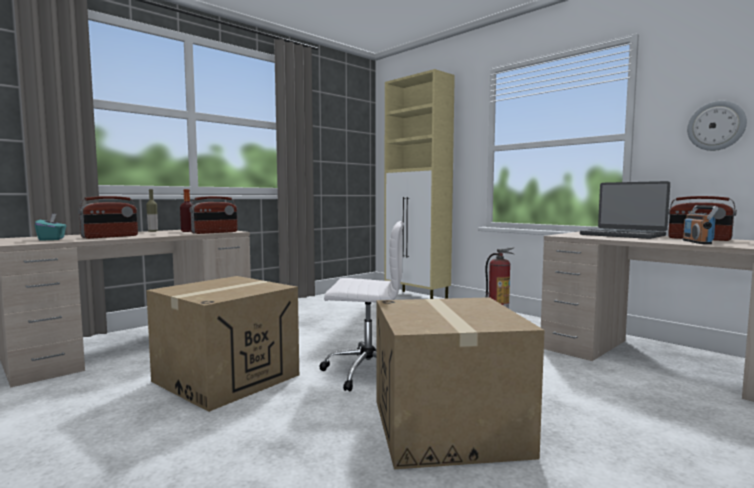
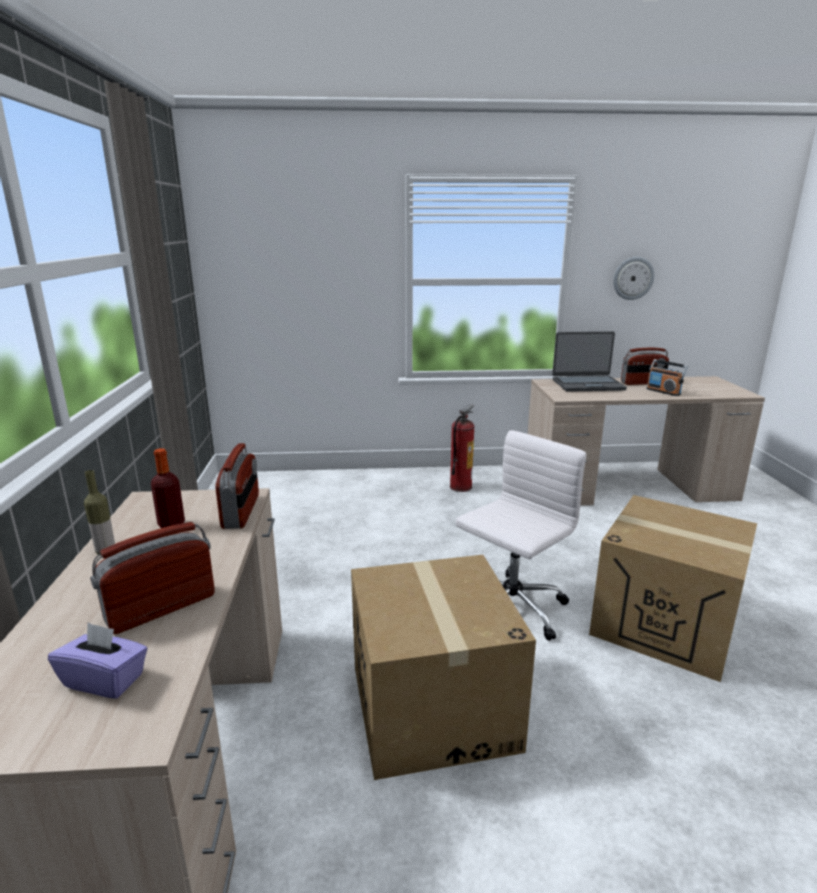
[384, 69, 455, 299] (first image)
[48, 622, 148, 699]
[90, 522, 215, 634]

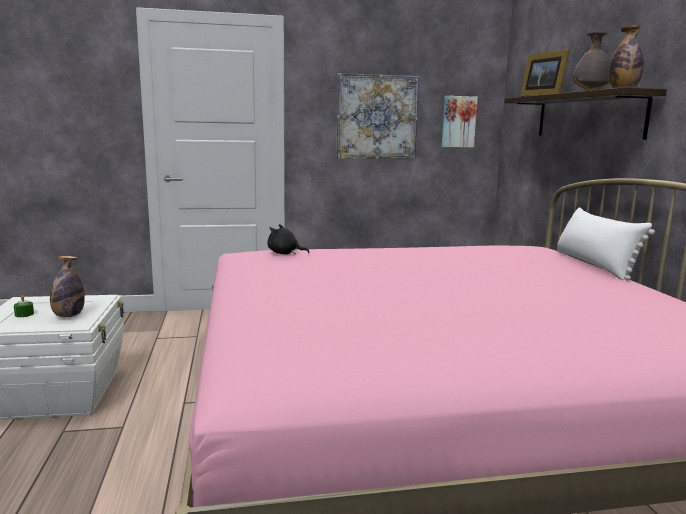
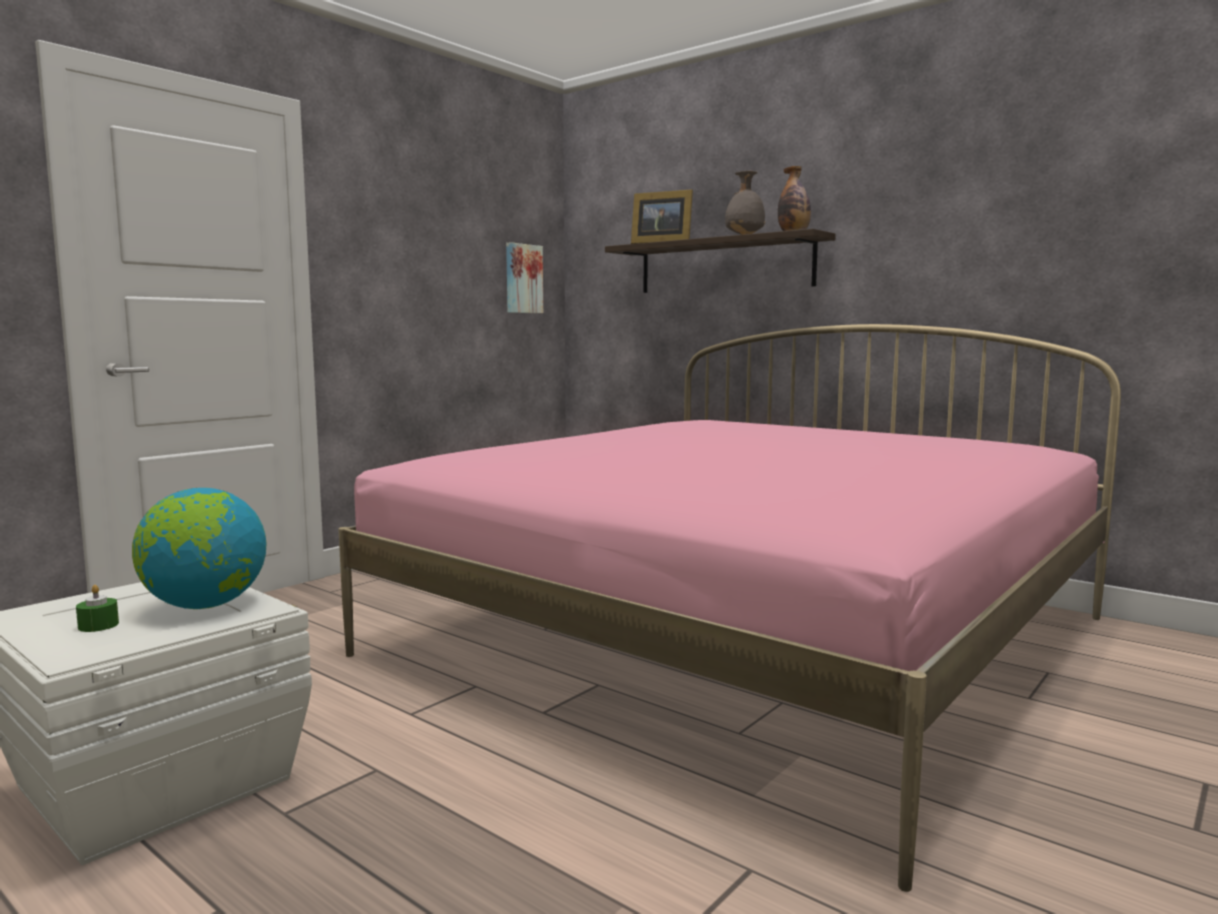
[267, 224, 309, 255] (first image)
[336, 73, 419, 159] (first image)
[557, 207, 655, 281] (first image)
[132, 488, 267, 609]

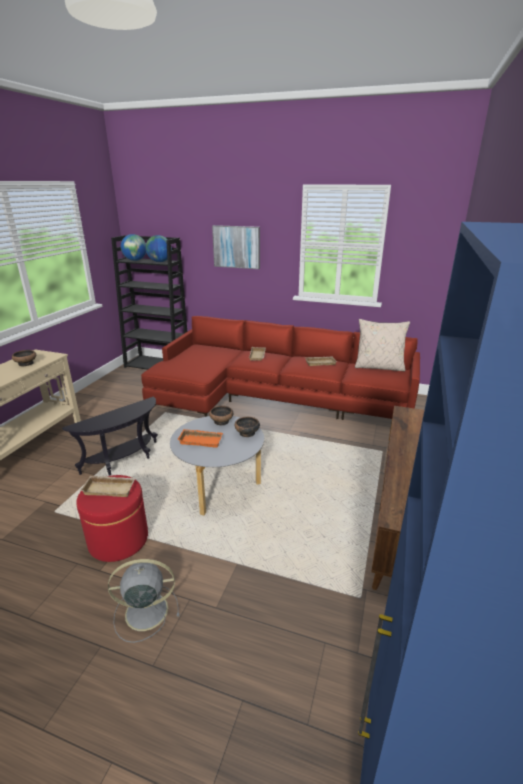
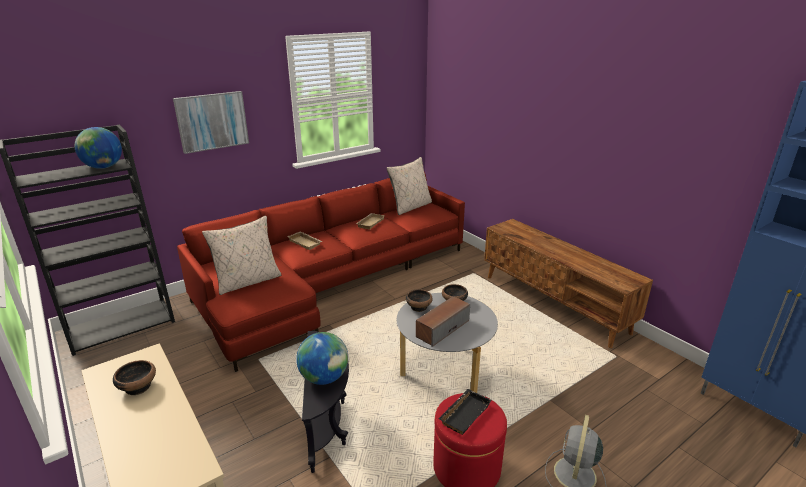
[202, 216, 281, 295]
[296, 332, 348, 385]
[416, 296, 470, 347]
[439, 389, 492, 435]

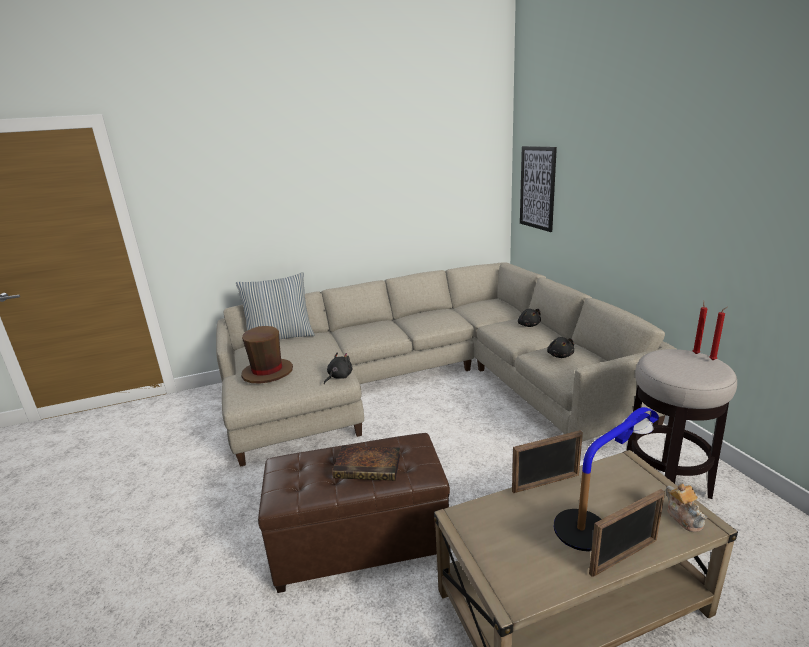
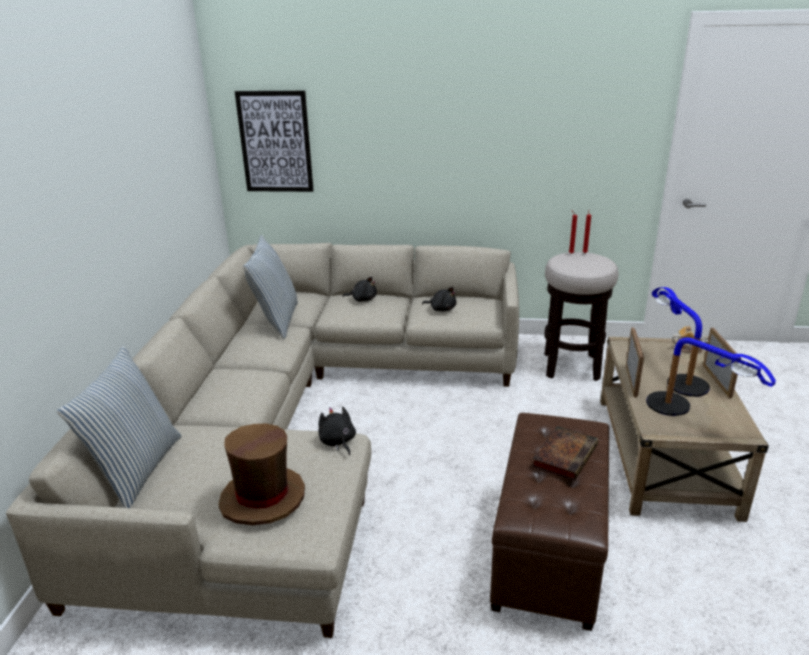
[243, 235, 298, 339]
[646, 337, 776, 416]

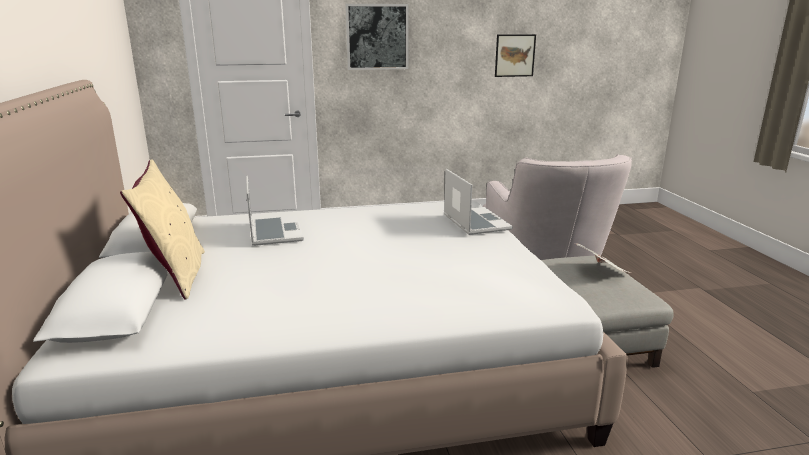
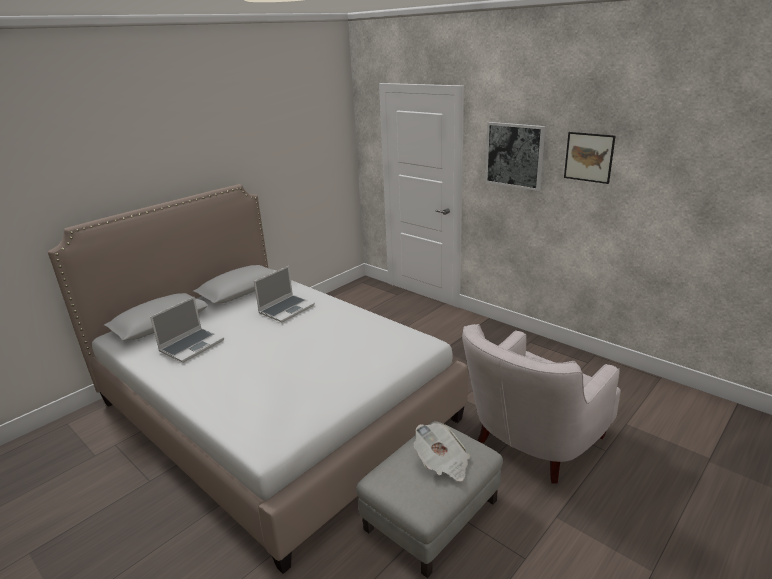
[120, 159, 205, 300] (first image)
[150, 297, 224, 363]
[564, 132, 616, 184]

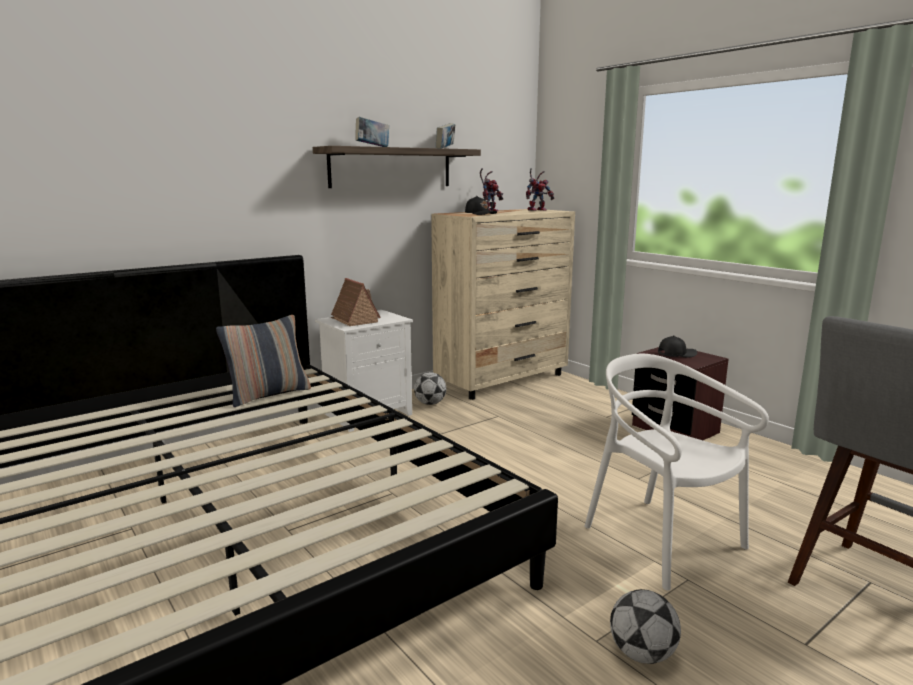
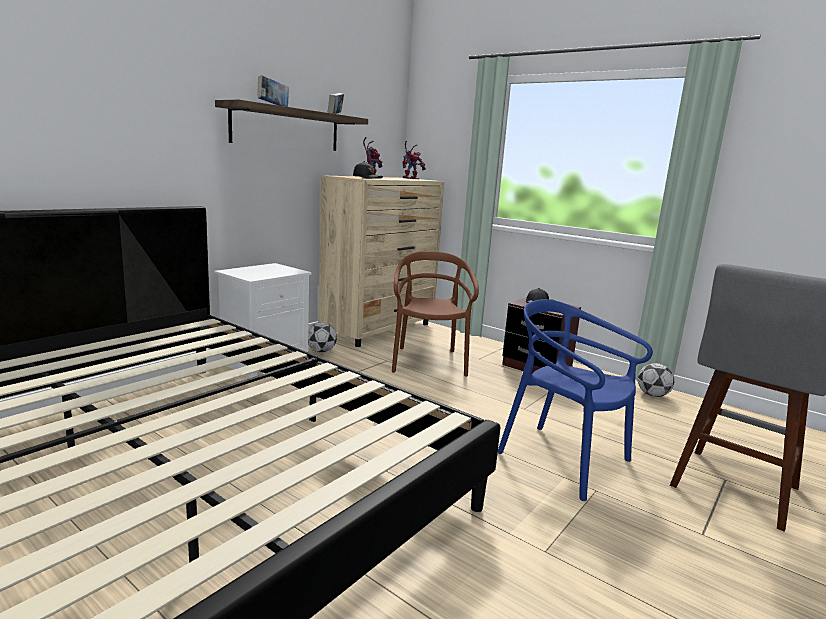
[216, 315, 311, 407] (first image)
[331, 278, 381, 326] (first image)
[392, 251, 479, 377]
[638, 363, 674, 397]
[498, 299, 653, 501]

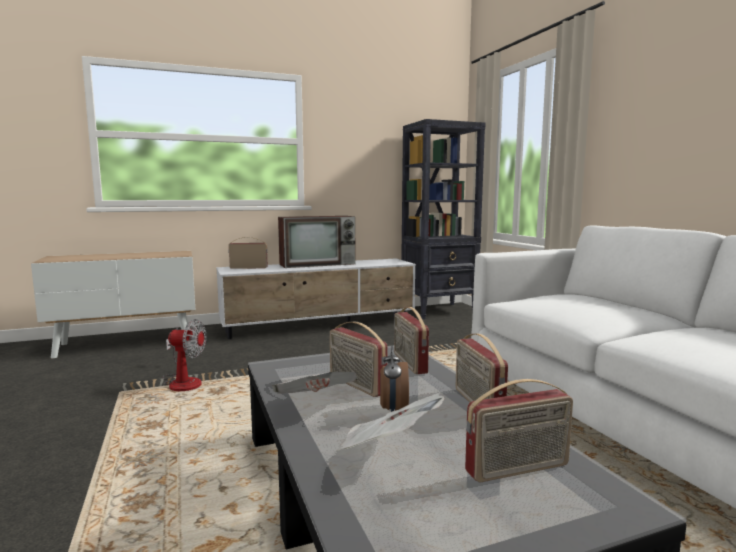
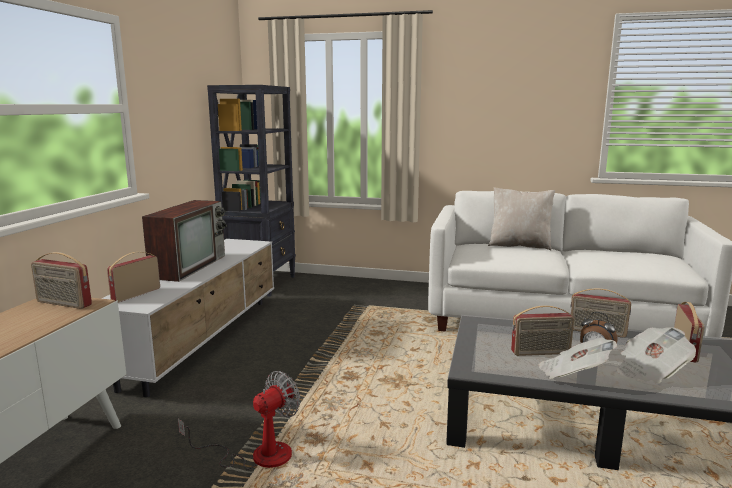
[488, 187, 555, 250]
[31, 252, 92, 309]

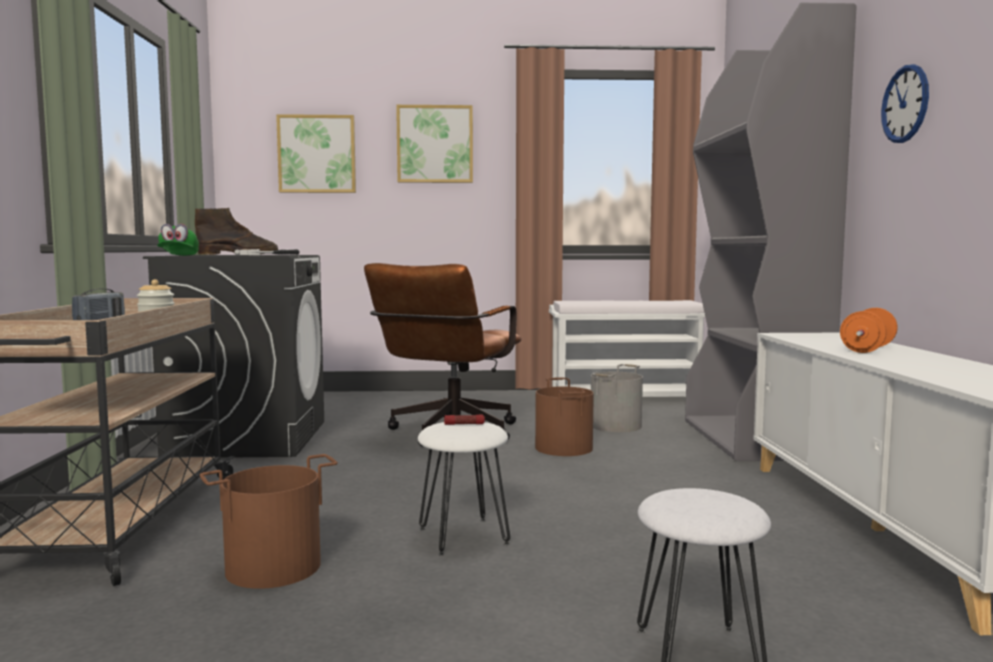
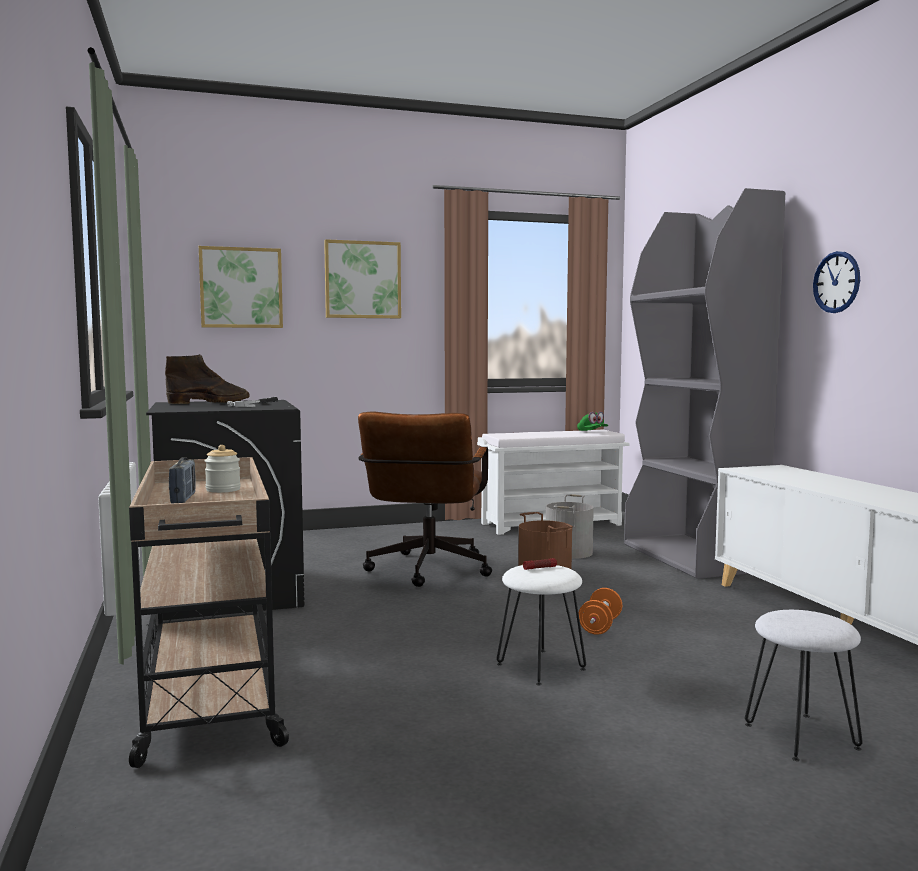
[200, 454, 338, 589] (first image)
[577, 411, 608, 431]
[579, 588, 622, 635]

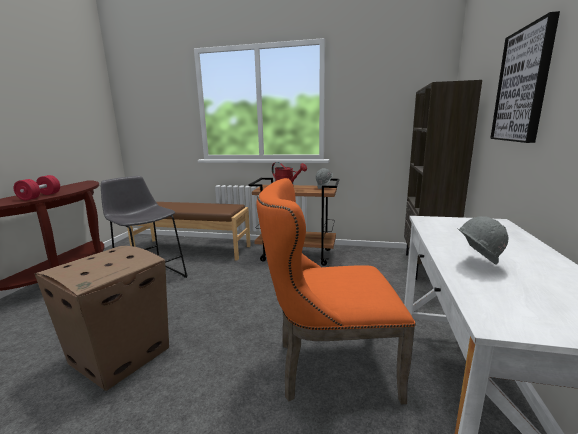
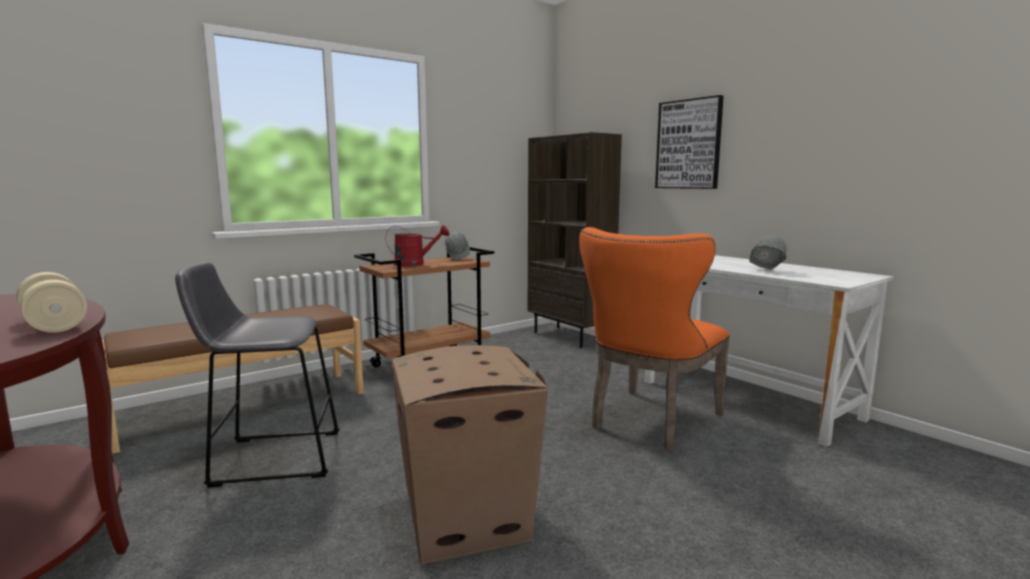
[17, 272, 87, 333]

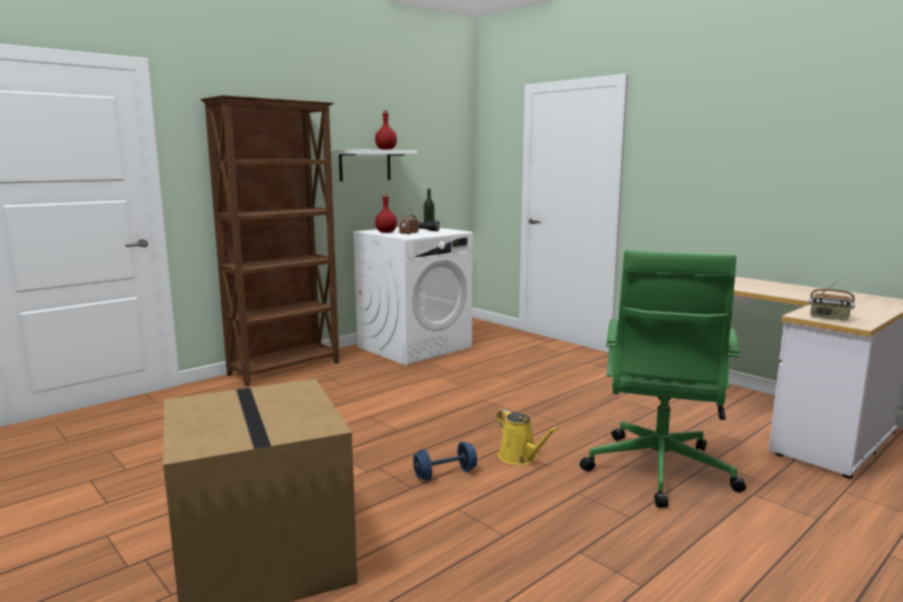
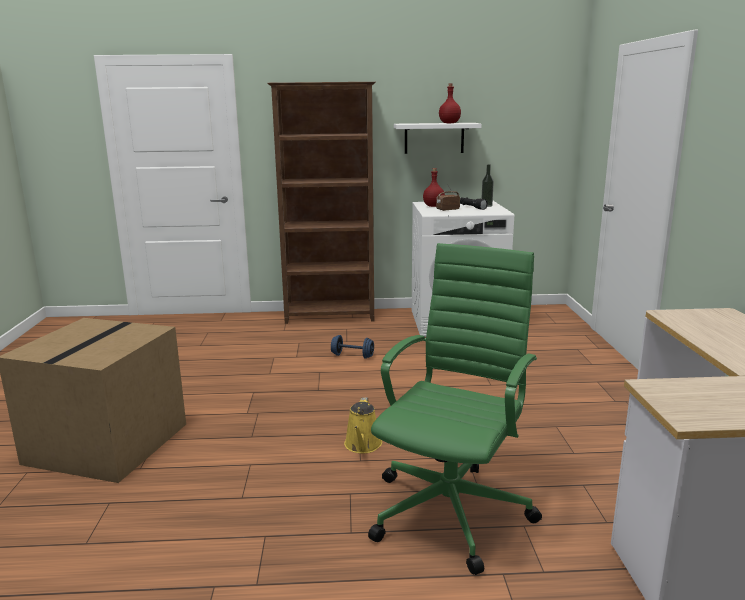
[809, 278, 855, 321] (first image)
[331, 335, 374, 359]
[368, 243, 542, 575]

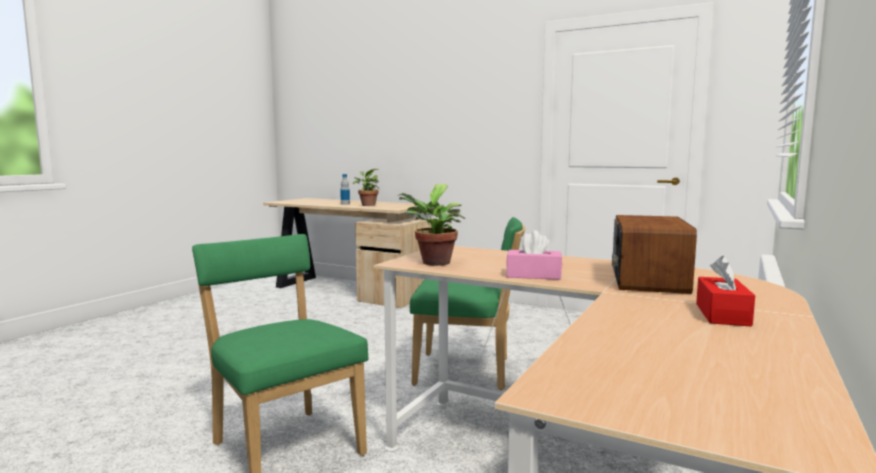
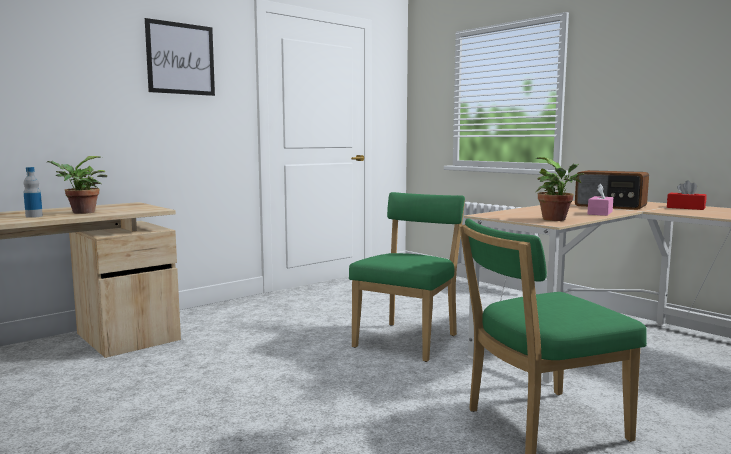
[145, 18, 215, 96]

